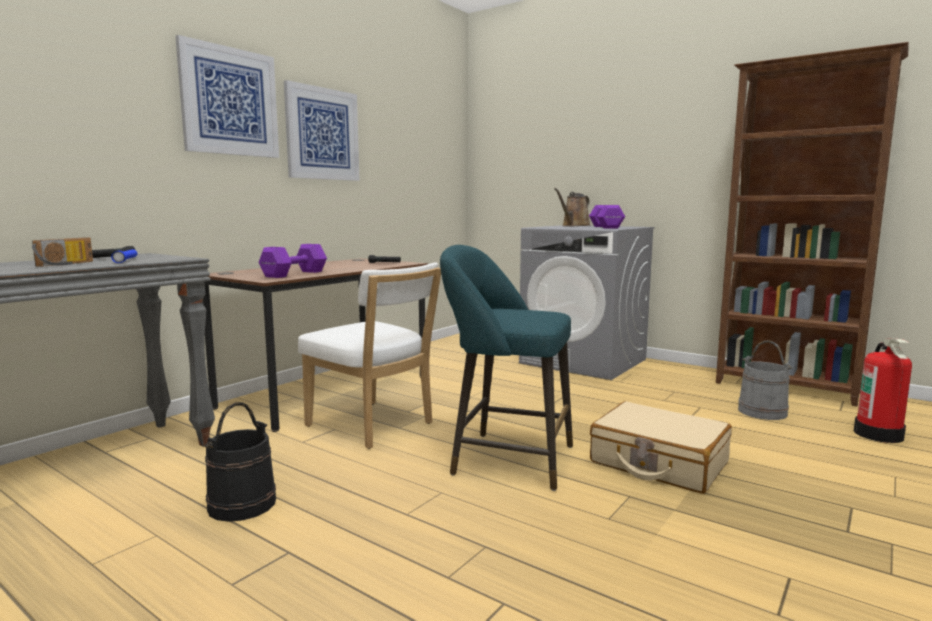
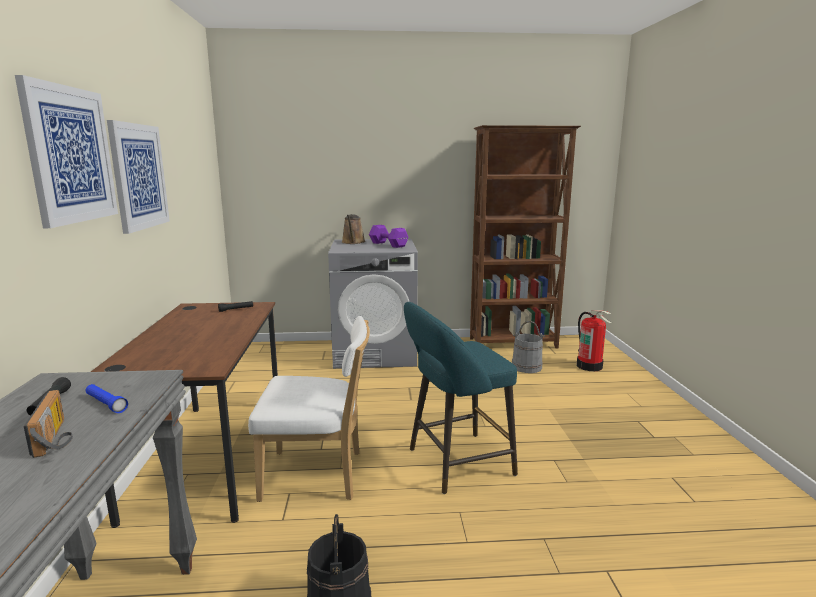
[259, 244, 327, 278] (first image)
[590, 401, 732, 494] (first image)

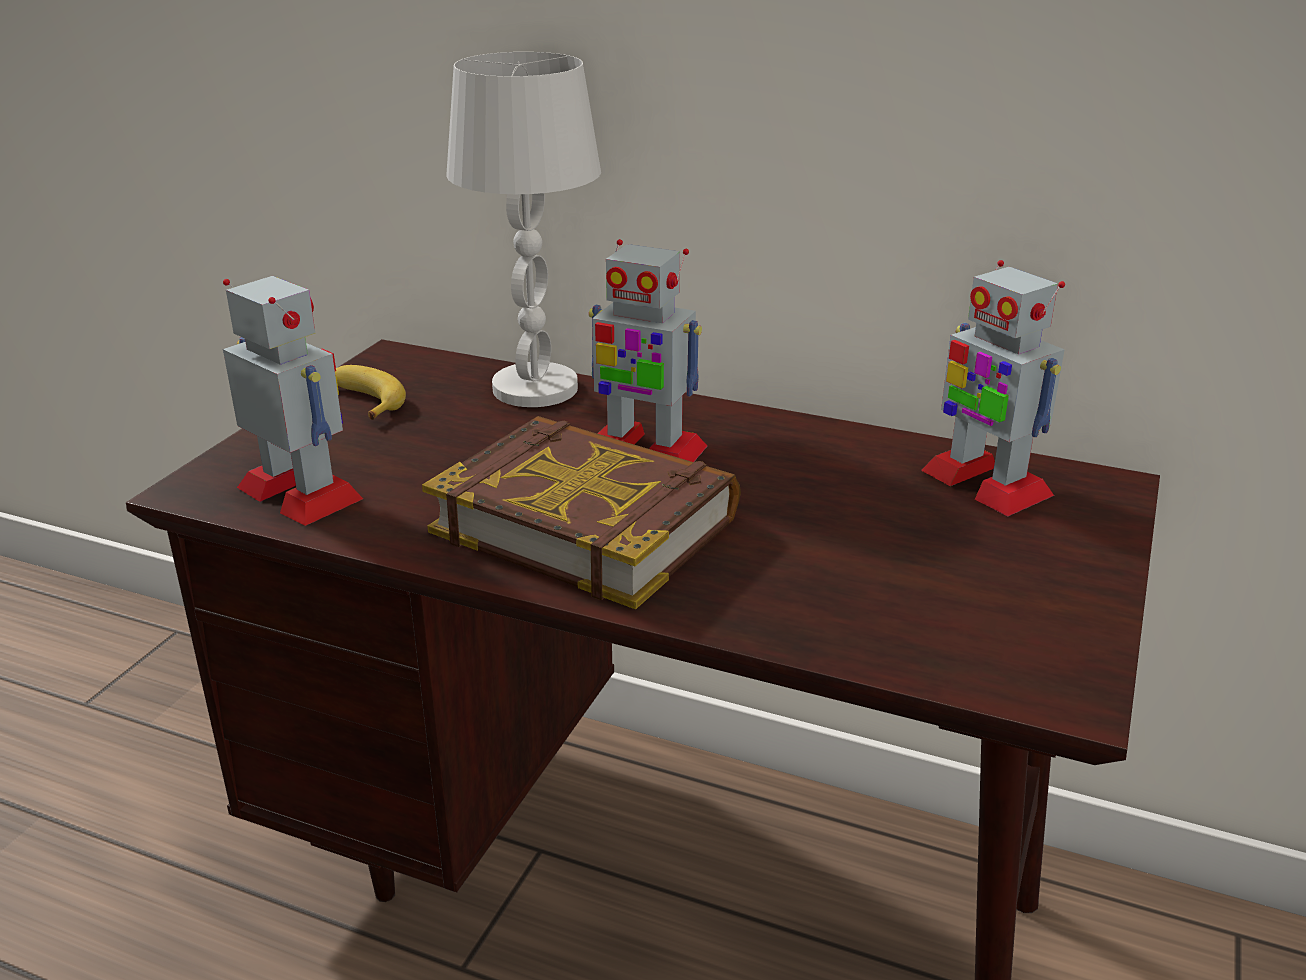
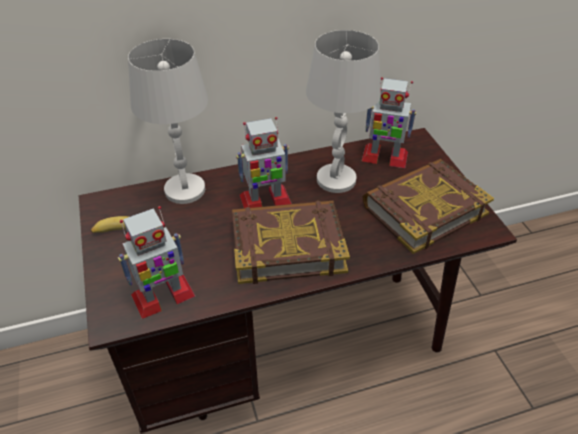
[306, 30, 381, 193]
[363, 159, 494, 254]
[118, 206, 195, 319]

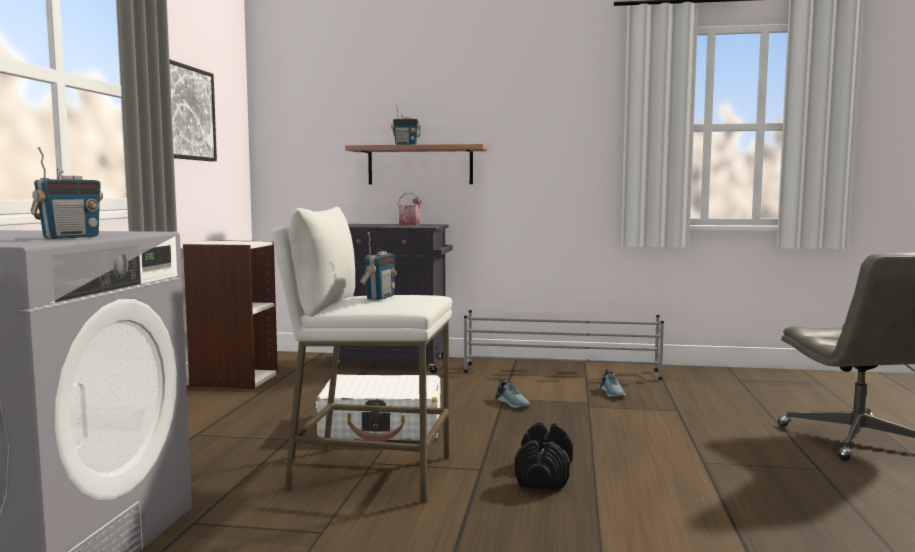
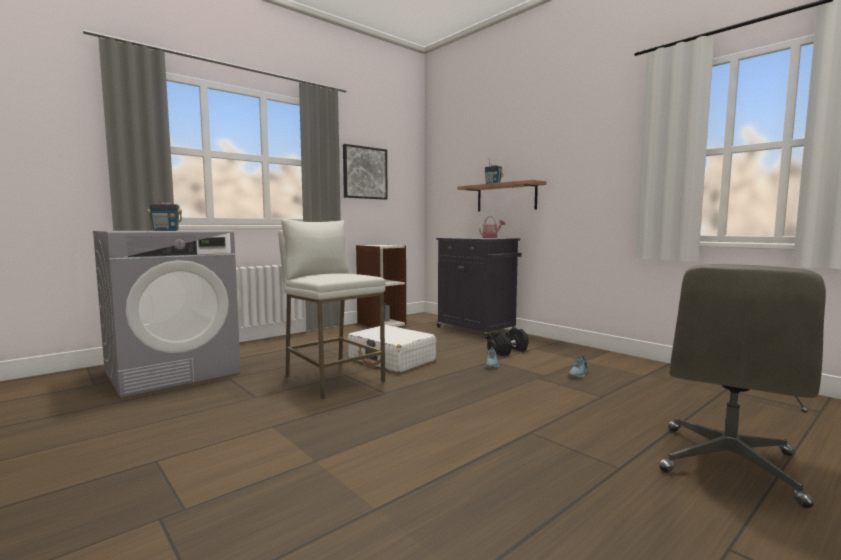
[360, 232, 397, 300] (first image)
[464, 310, 664, 380] (first image)
[487, 328, 529, 356]

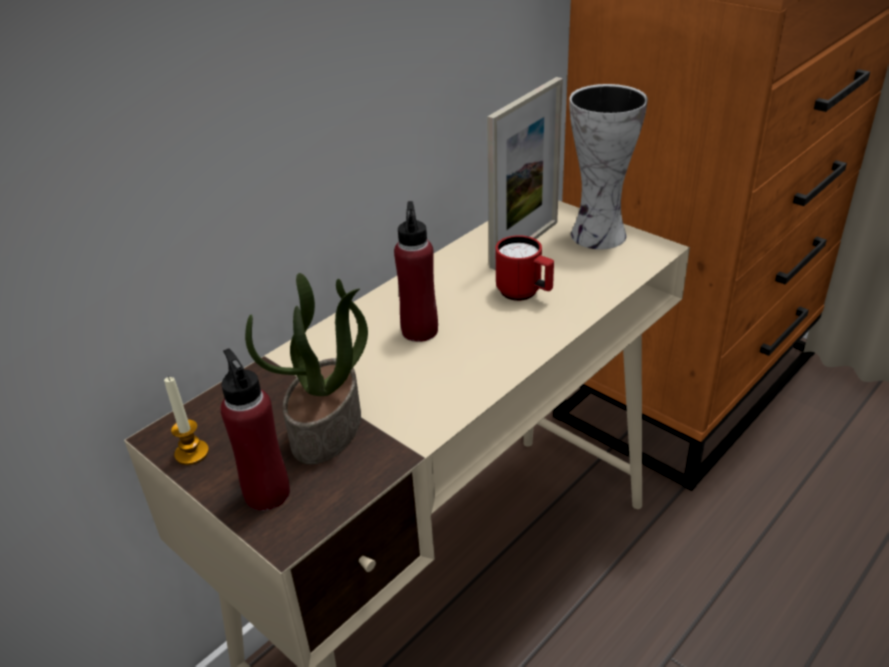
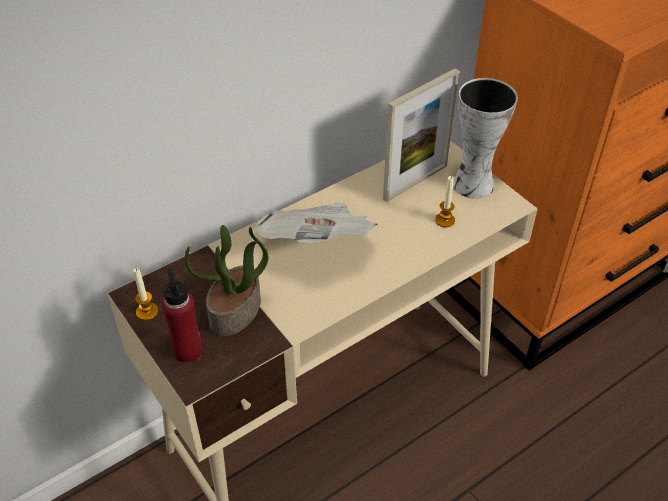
[495, 235, 554, 301] (first image)
[435, 176, 455, 227]
[253, 203, 378, 244]

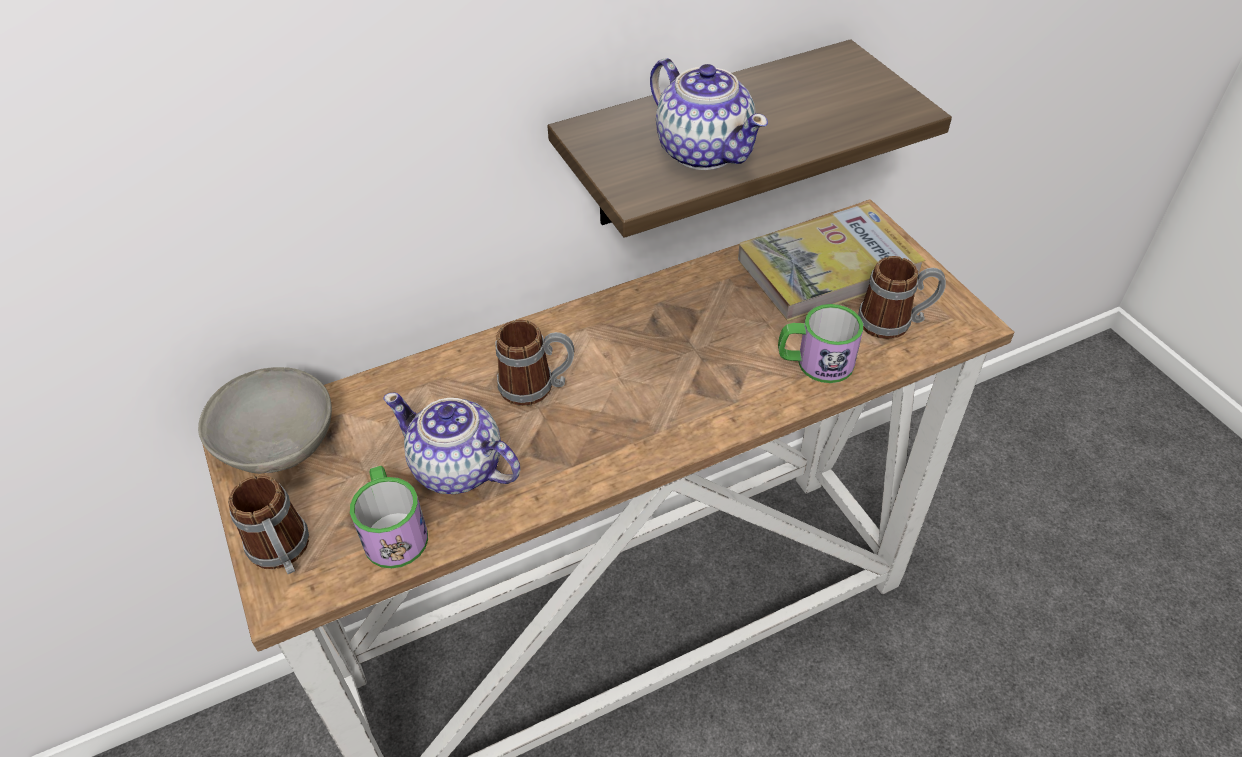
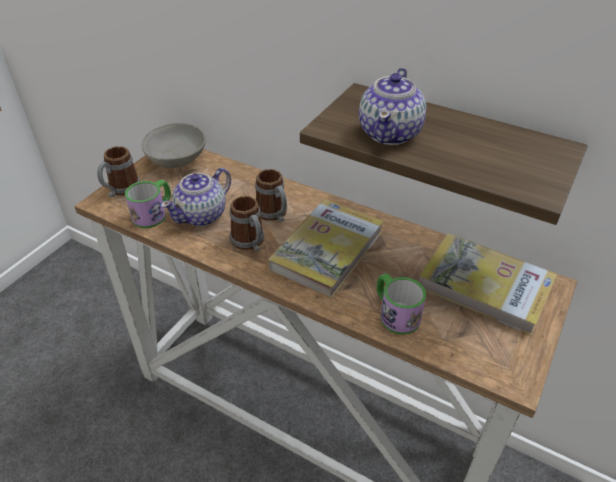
[268, 199, 384, 298]
[230, 196, 264, 252]
[161, 168, 231, 226]

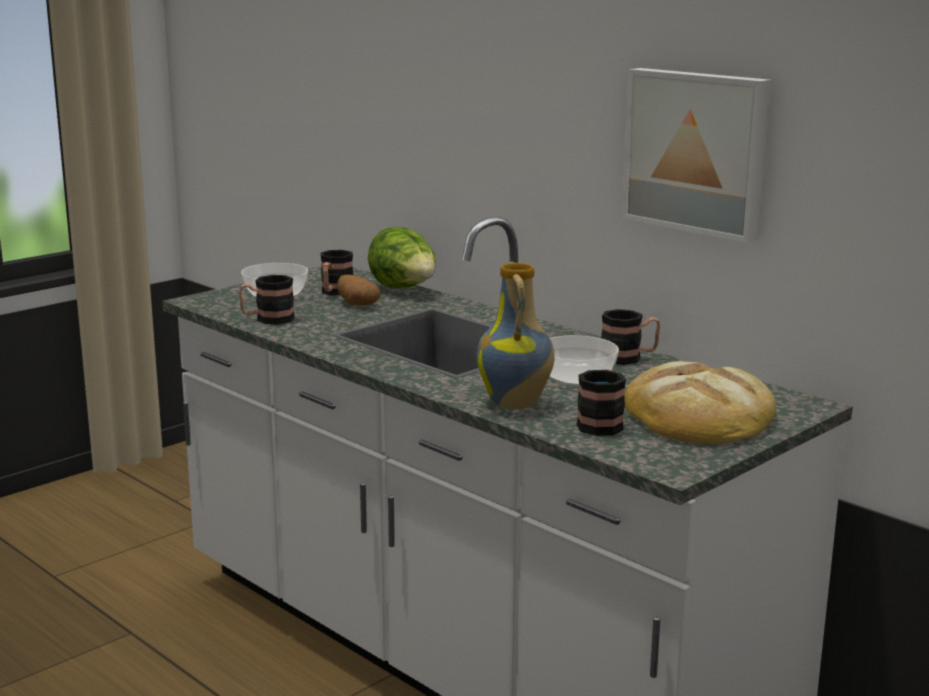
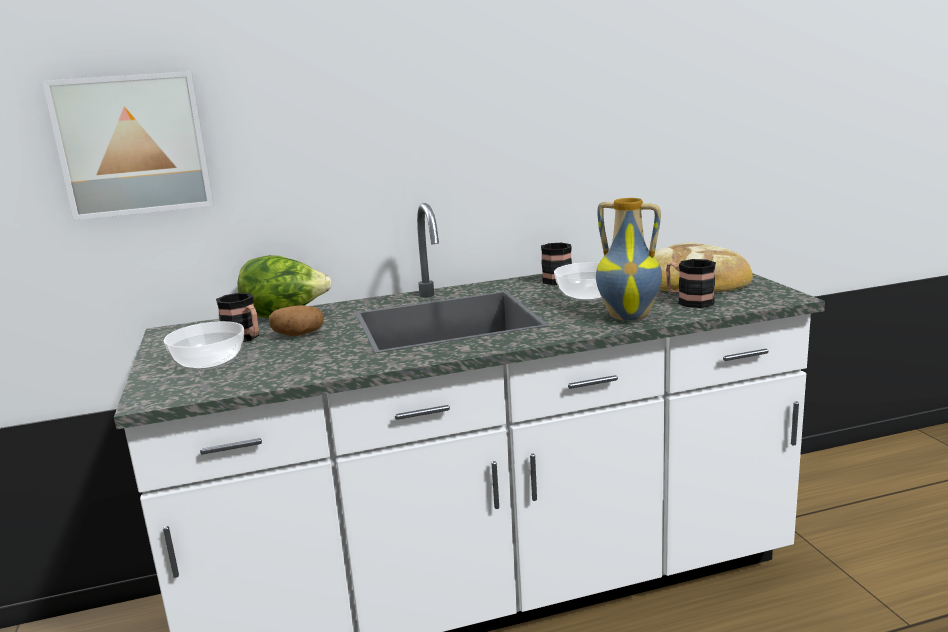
[239, 275, 295, 325] (first image)
[42, 71, 214, 221]

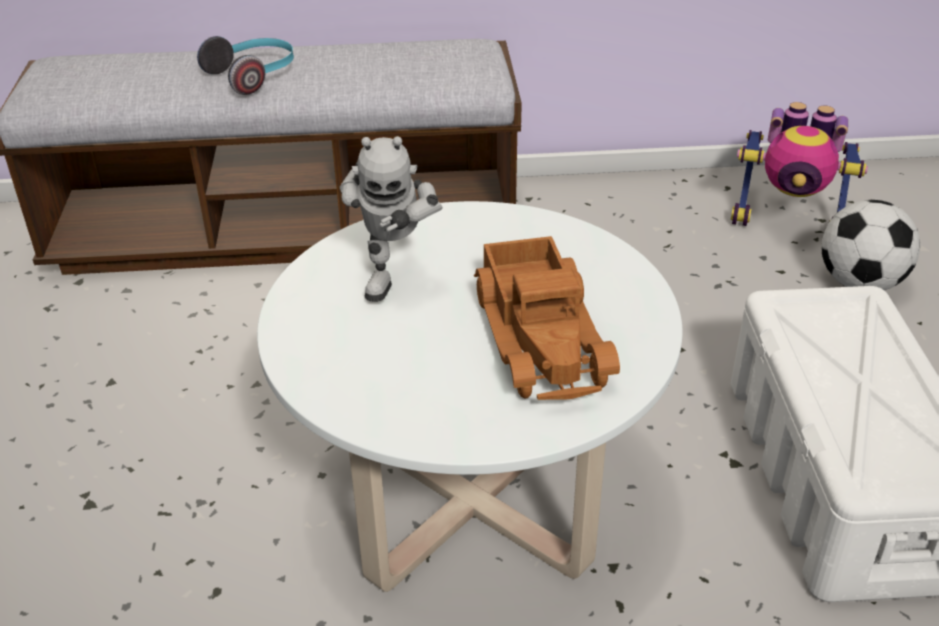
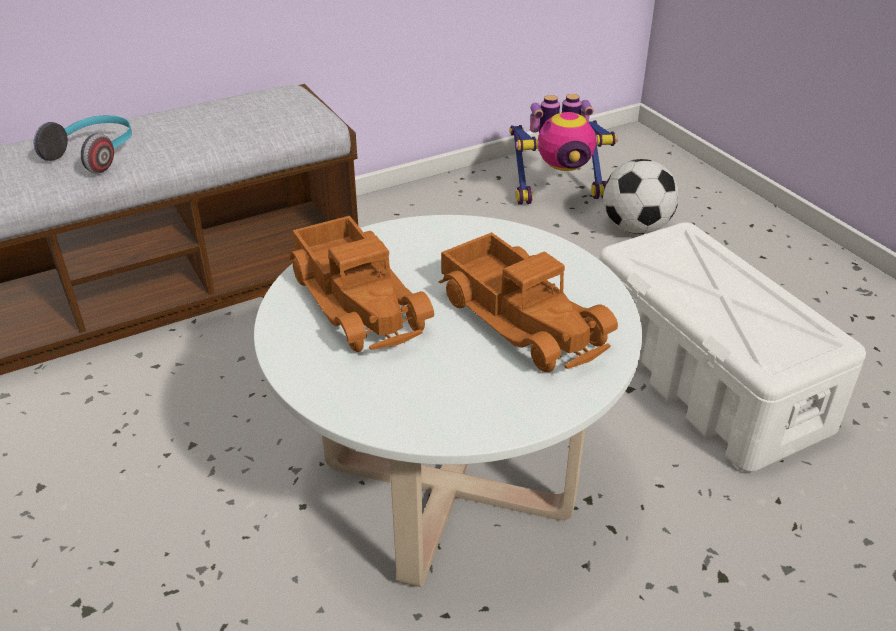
[288, 216, 434, 352]

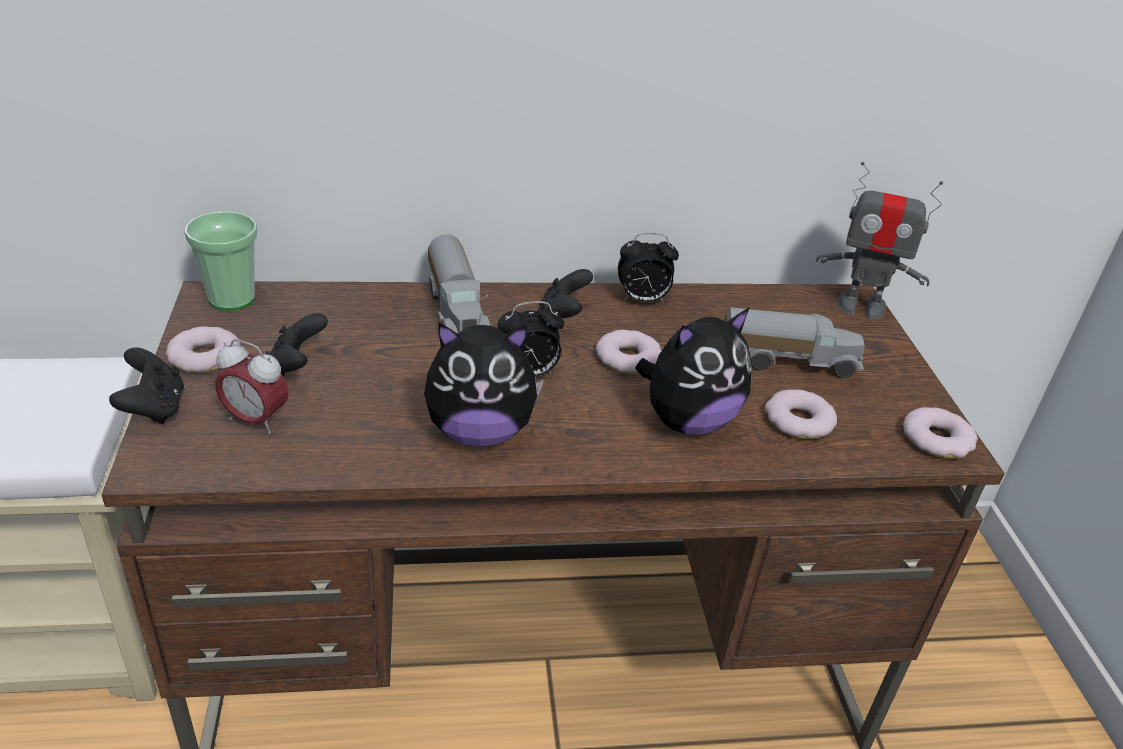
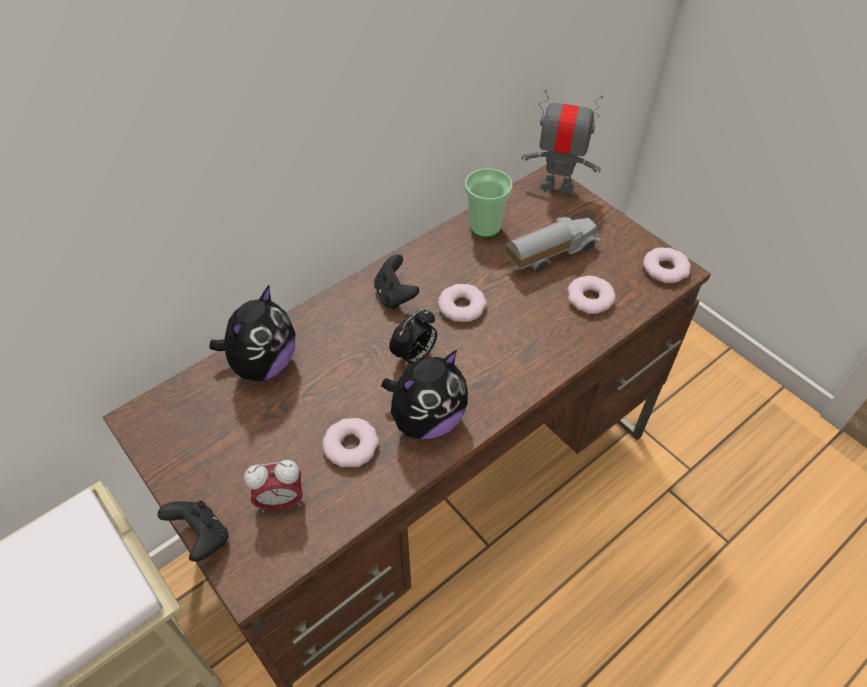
[264, 313, 328, 377] (first image)
[428, 234, 490, 334] (first image)
[618, 233, 679, 302] (first image)
[322, 418, 379, 467]
[465, 169, 513, 238]
[209, 285, 295, 381]
[522, 89, 603, 194]

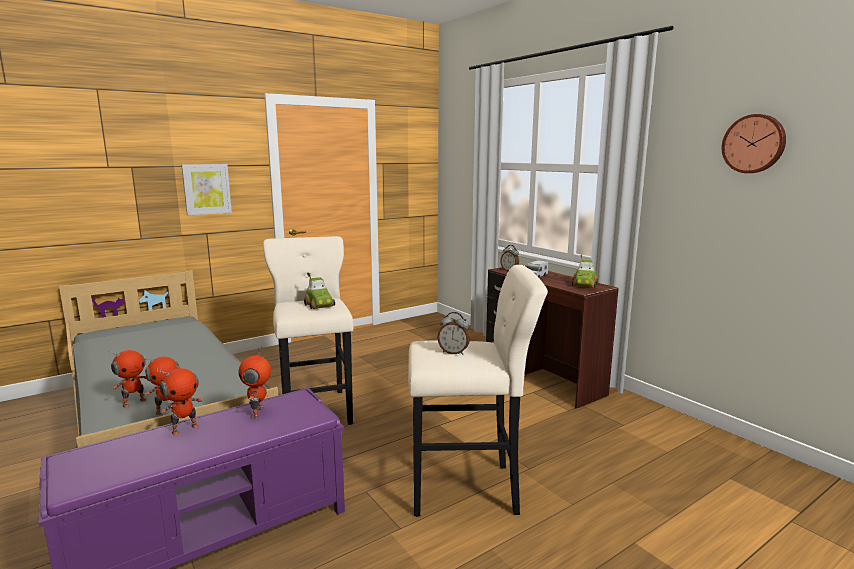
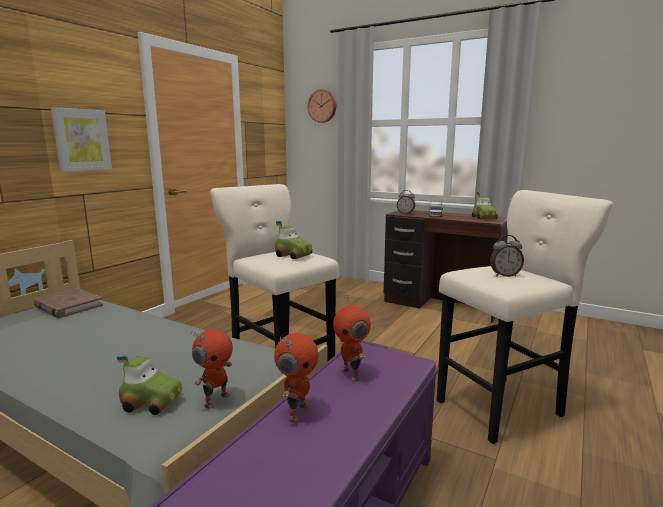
[33, 288, 103, 318]
[308, 89, 336, 123]
[117, 356, 182, 415]

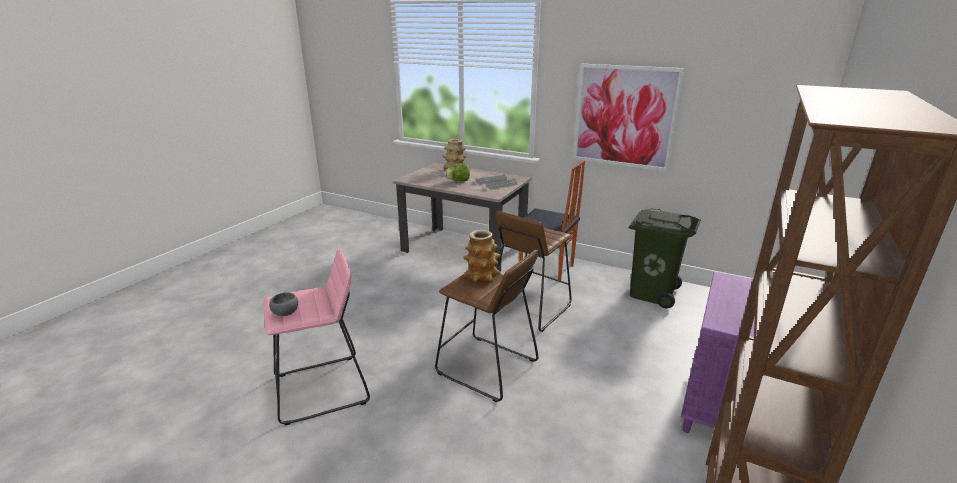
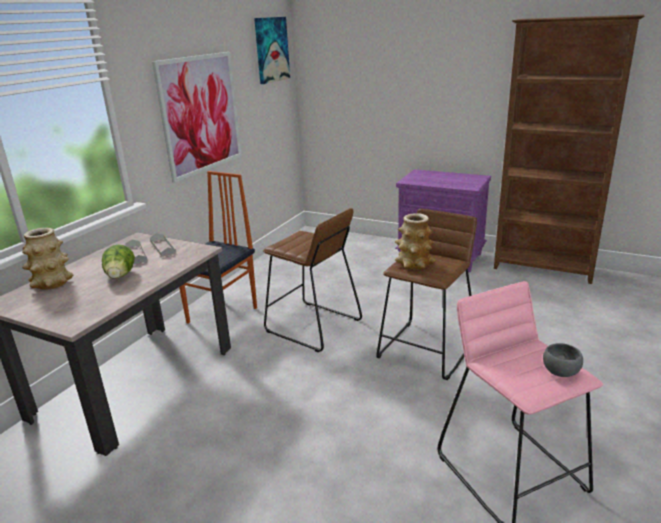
[629, 208, 701, 308] (first image)
[254, 17, 290, 84]

